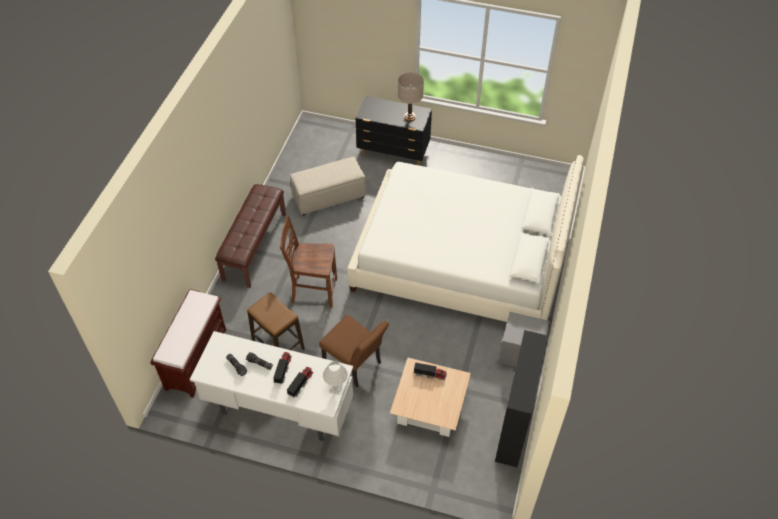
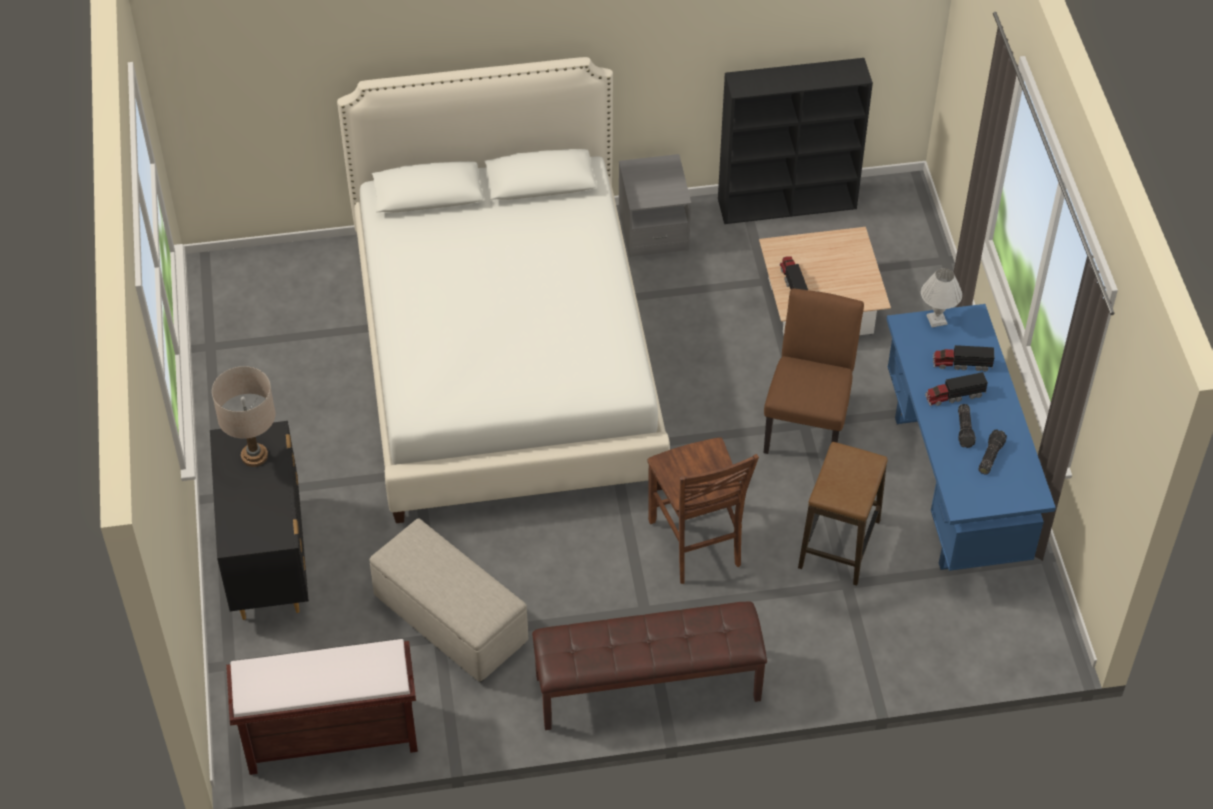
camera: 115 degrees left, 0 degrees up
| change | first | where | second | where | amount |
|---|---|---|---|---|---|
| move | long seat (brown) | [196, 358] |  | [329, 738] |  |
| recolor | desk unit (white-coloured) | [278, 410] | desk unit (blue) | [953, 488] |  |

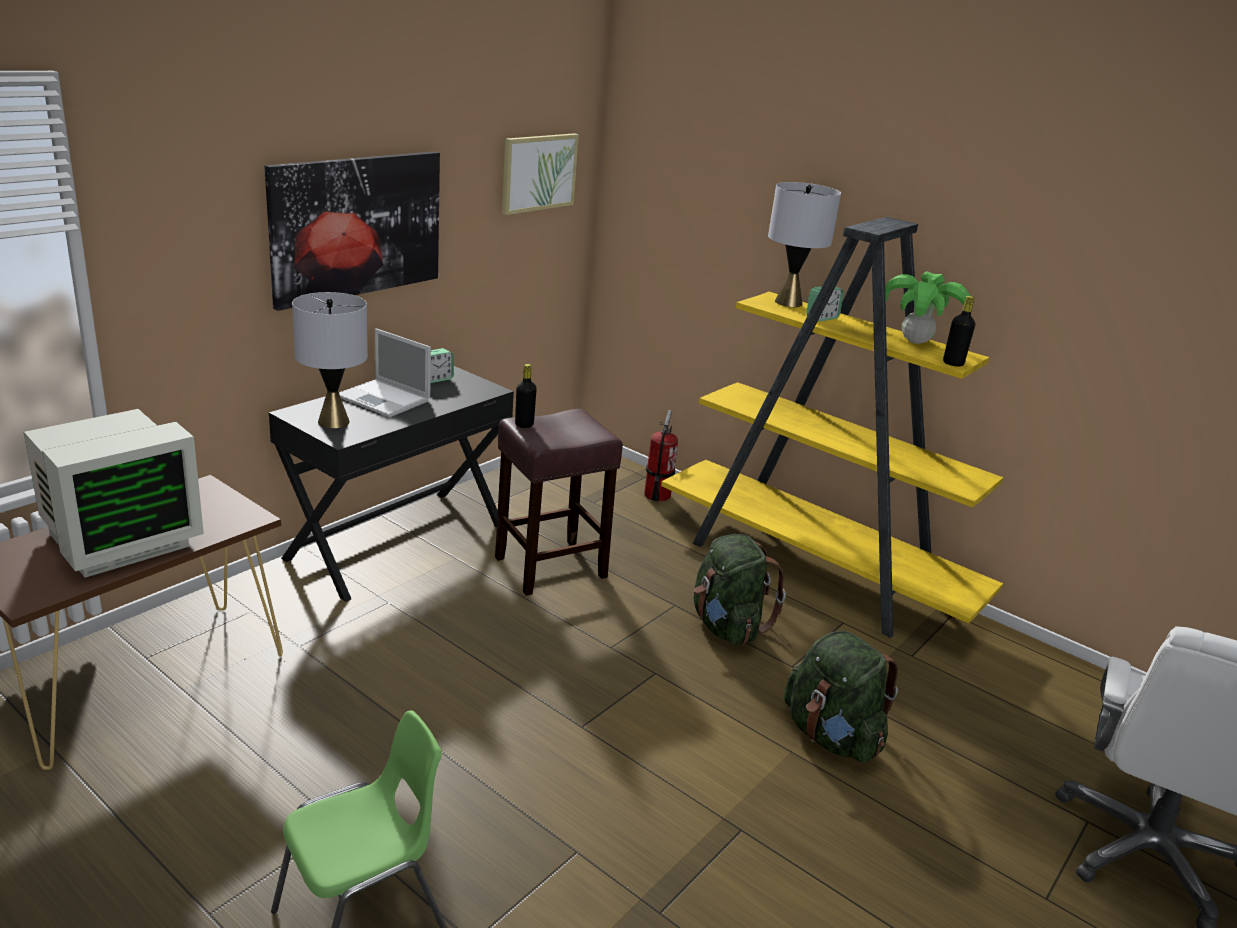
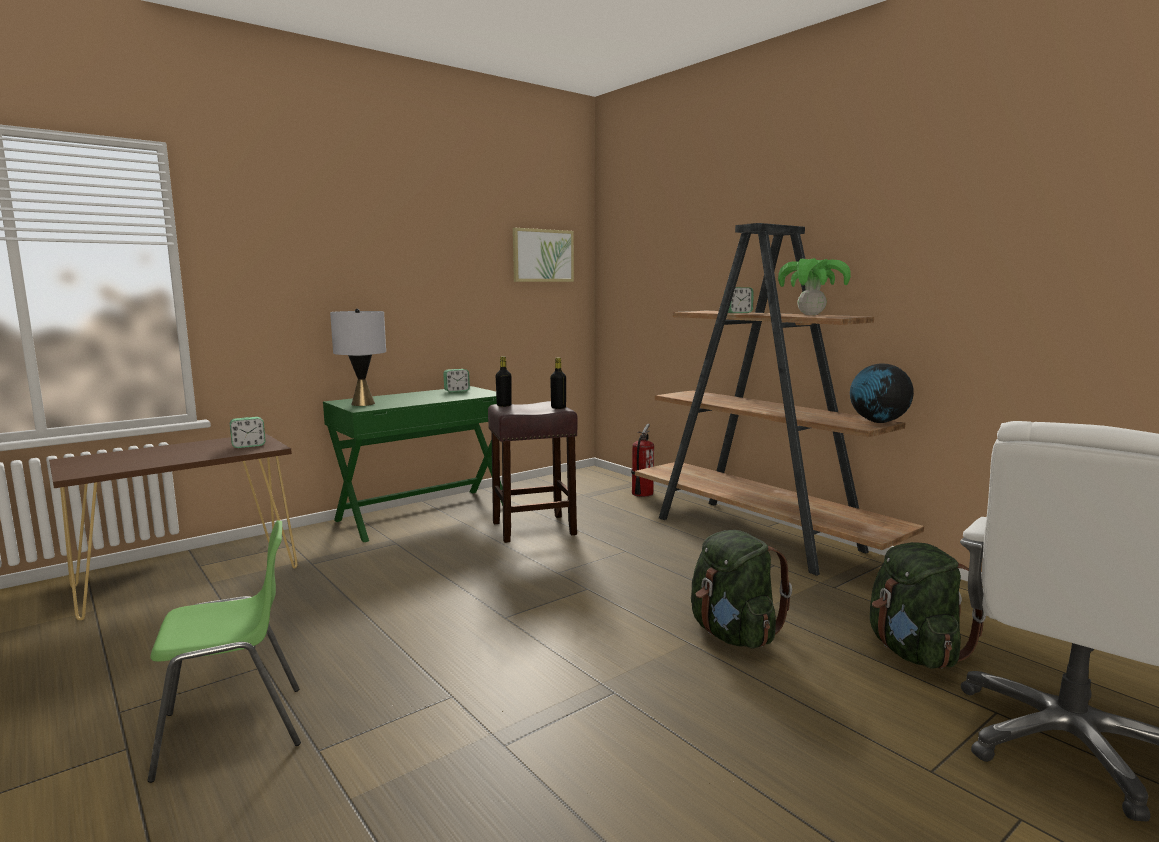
camera: 15 degrees right, 15 degrees down
| change | first | where | second | where | amount |
|---|---|---|---|---|---|
| delete | computer screen | [119, 539] |  |  |  |
| delete | wall art | [357, 226] |  |  |  |
| recolor | desk unit (black) | [397, 541] | desk unit (greenish) | [424, 513] |  |
| delete | laptop | [385, 399] |  |  |  |
| recolor | shelving unit (yellow) | [814, 571] | shelving unit (brown) | [759, 535] |  |
| move | knapsack (greenish) | [726, 626] |  | [914, 652] |  |
| delete | tabletop lamp (greyish) | [789, 302] |  |  |  |
| move | bottle (black) | [953, 363] |  | [558, 408] |  |
| insert |  |  | alarm clock | [248, 445] |  |
| insert |  |  | desk globe | [878, 421] |  |

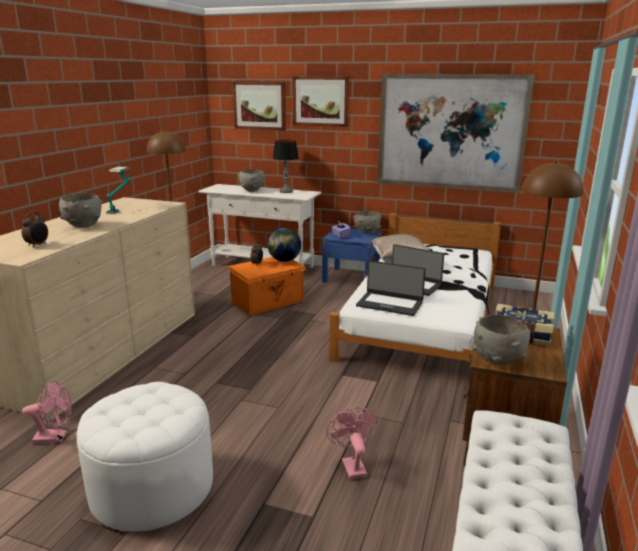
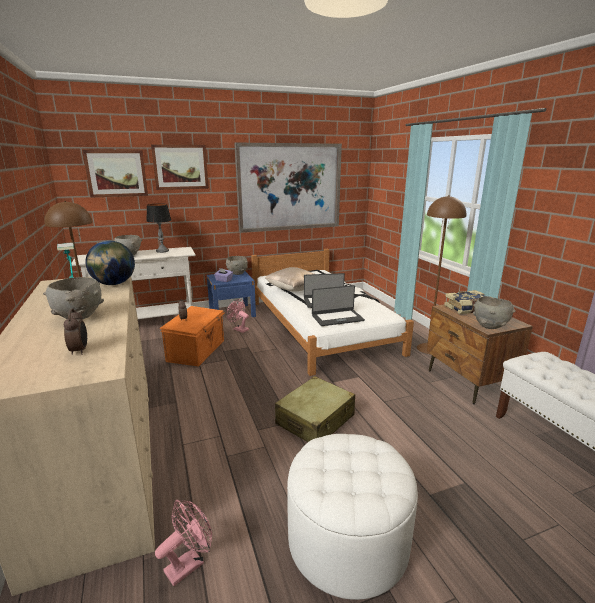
camera: 40 degrees left, 0 degrees up
| change | first | where | second | where | amount |
|---|---|---|---|---|---|
| move | desk globe | [284, 260] |  | [114, 284] |  |
| move | cooling fan (pink-coloured) | [352, 465] |  | [239, 329] |  |
| insert |  |  | travel case (sand-coloured) | [315, 420] |  |

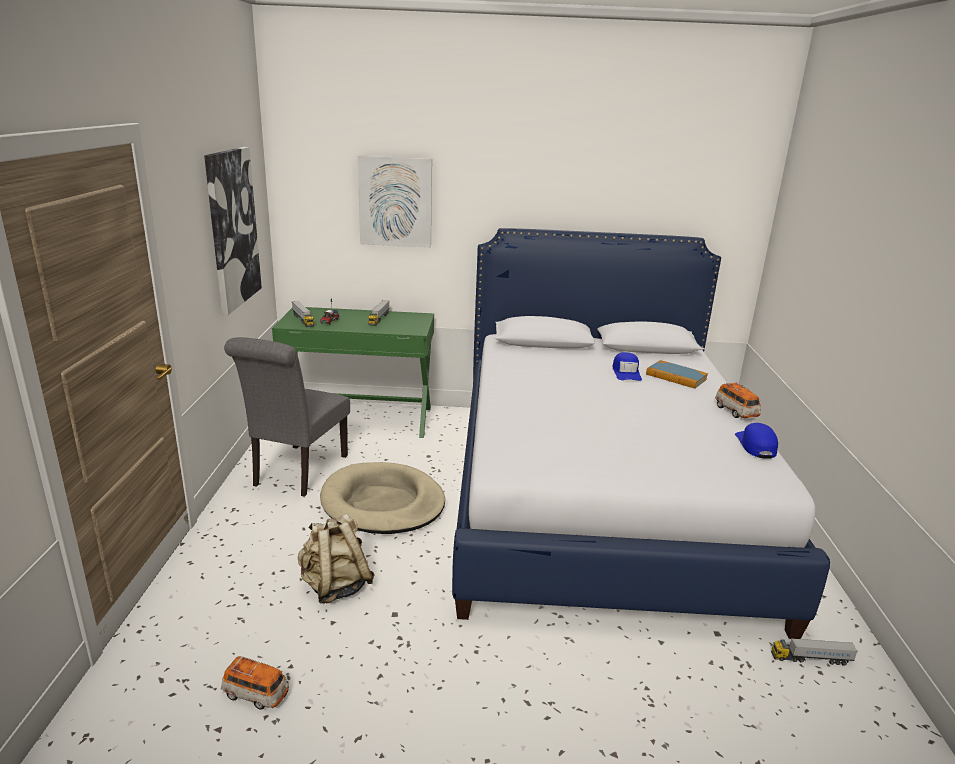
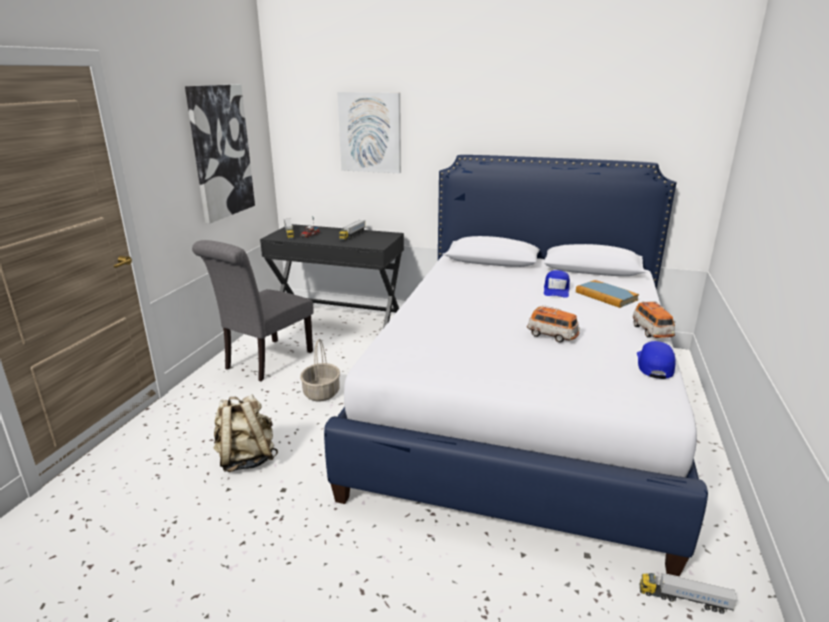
camera: 15 degrees right, 0 degrees up
| change | first | where | second | where | amount |
|---|---|---|---|---|---|
| move | model car | [256, 694] |  | [552, 335] |  |
| recolor | desk unit (greenish) | [360, 418] | desk unit (black) | [338, 322] |  |
| replace | dog cushion (sand-coloured) | [382, 503] | household basket | [322, 393] |  |

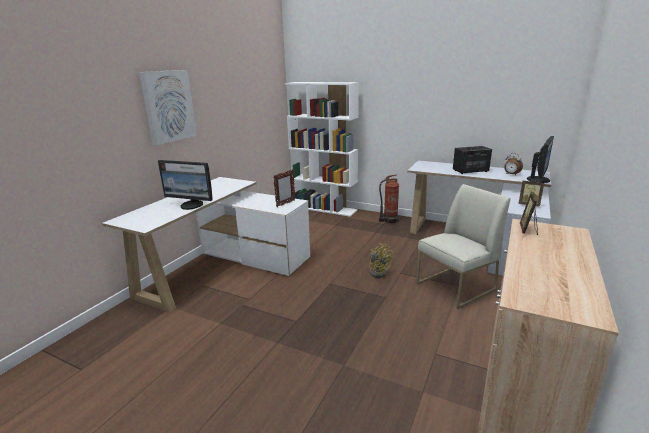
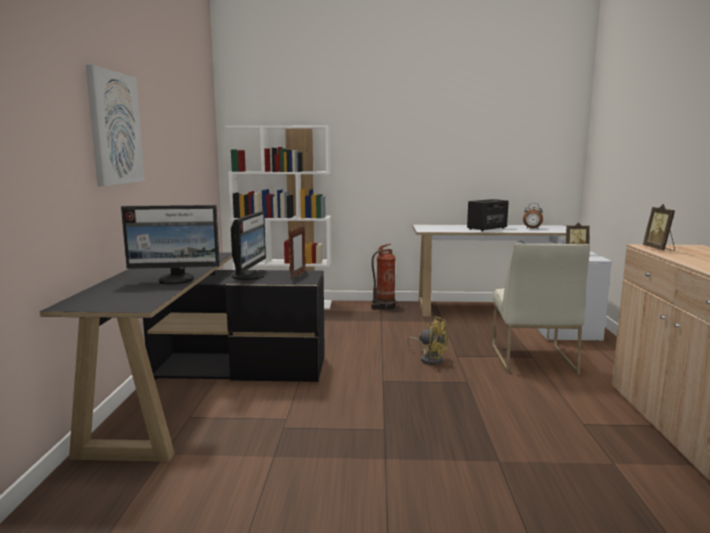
camera: 25 degrees left, 10 degrees down
| change | first | where | second | where | amount |
|---|---|---|---|---|---|
| recolor | desk unit (white-coloured) | [223, 268] | desk unit (black) | [202, 390] |  |
| rotate | plain chair (white-coloured) | [455, 287] |  | [531, 359] | 150 degrees clockwise |
| move | computer screen | [539, 180] |  | [249, 276] |  |

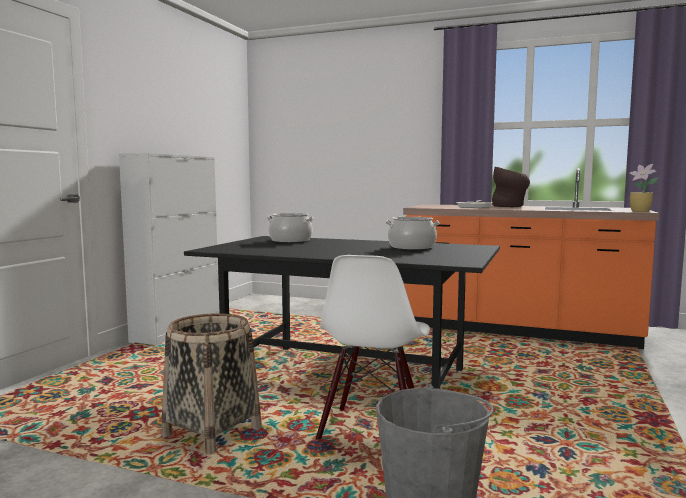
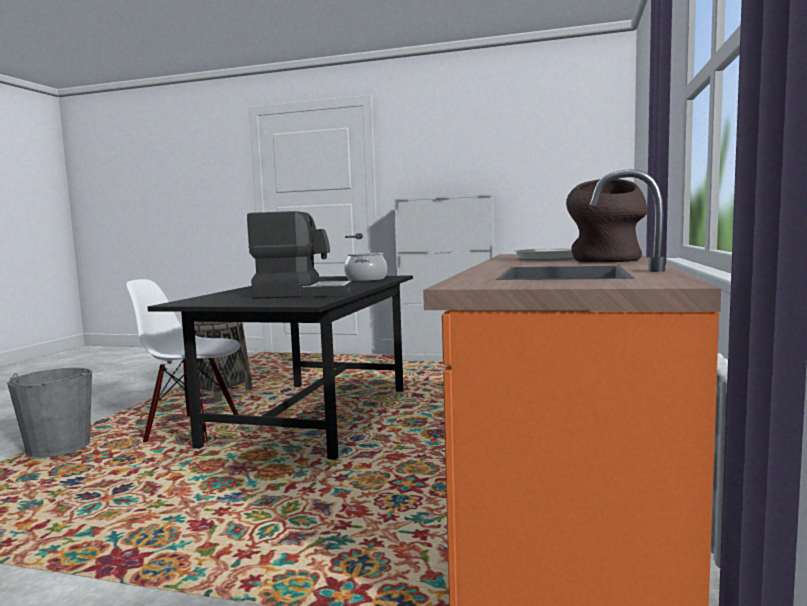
camera: 85 degrees right, 0 degrees up
| change | first | where | second | where | amount |
|---|---|---|---|---|---|
| replace | stockpot | [411, 247] | coffee maker | [303, 294] |  |
| delete | plant in a pot | [641, 211] |  |  |  |

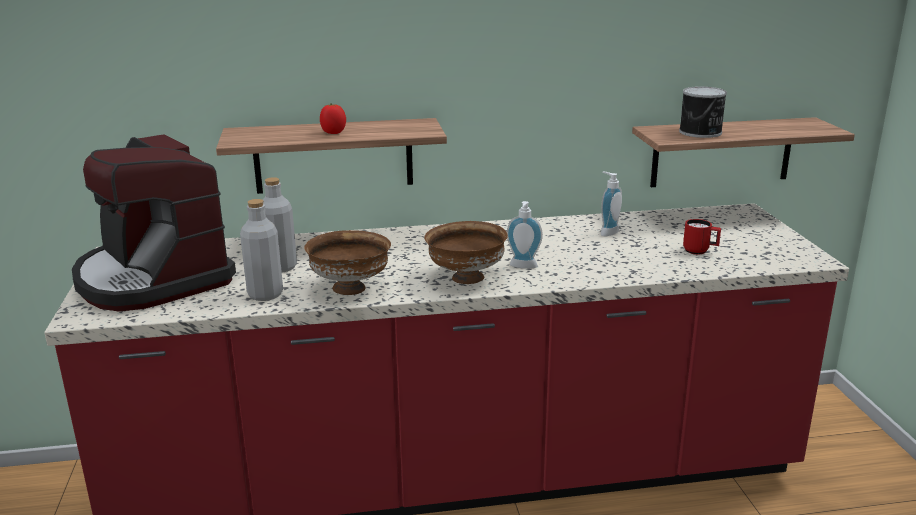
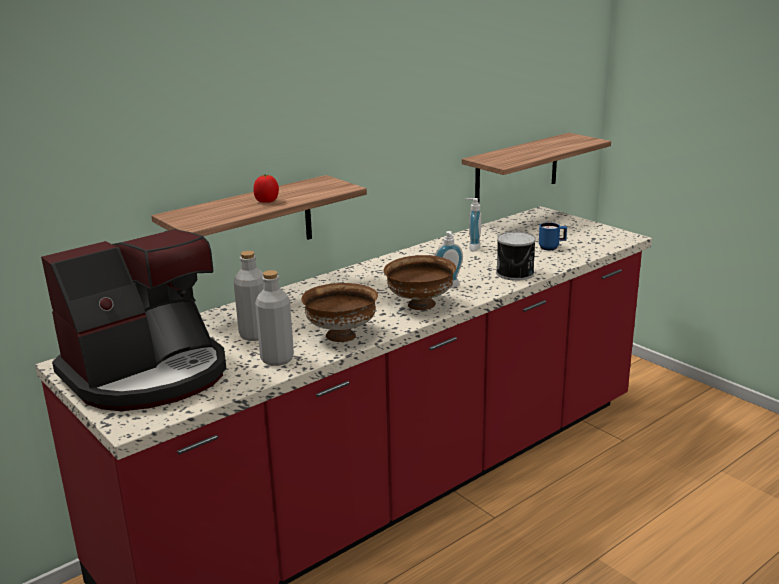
camera: 30 degrees left, 0 degrees up
| change | first | where | second | where | amount |
|---|---|---|---|---|---|
| rotate | coffee maker | [153, 278] |  | [148, 374] | 60 degrees counterclockwise |
| move | metal can | [701, 132] |  | [516, 273] |  |
| recolor | coffee mug (red-coloured) | [700, 251] | coffee mug (blue) | [552, 247] |  |

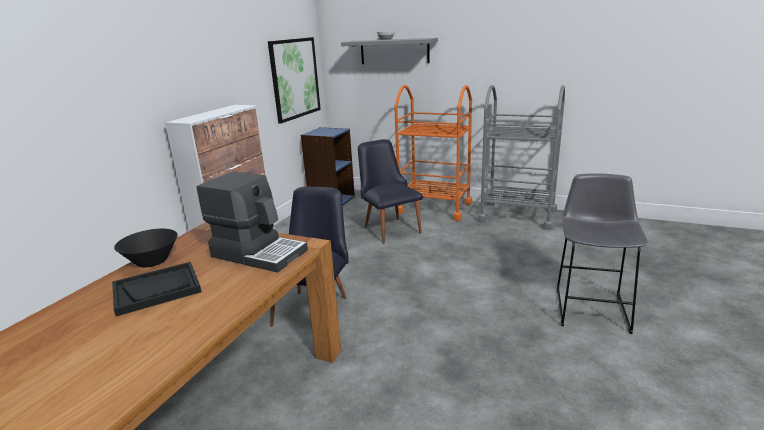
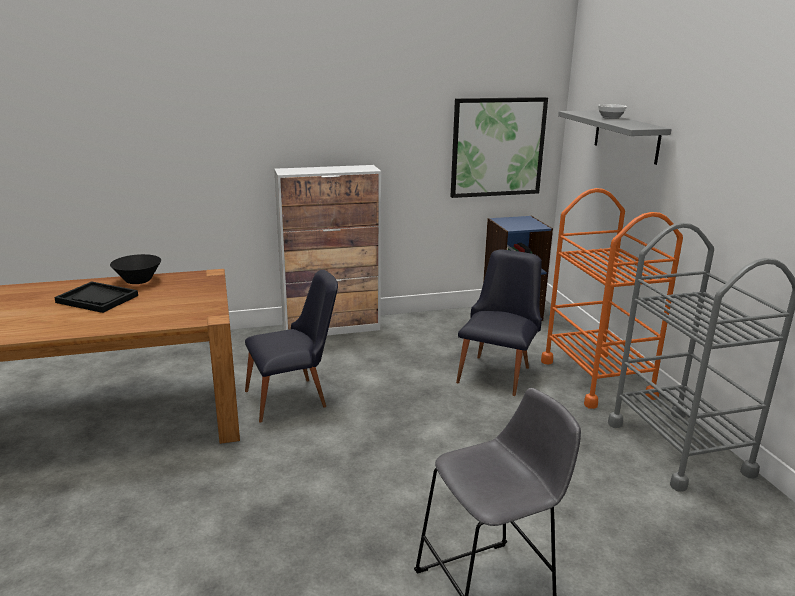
camera: 50 degrees right, 0 degrees up
| change | first | where | second | where | amount |
|---|---|---|---|---|---|
| delete | coffee maker | [259, 253] |  |  |  |

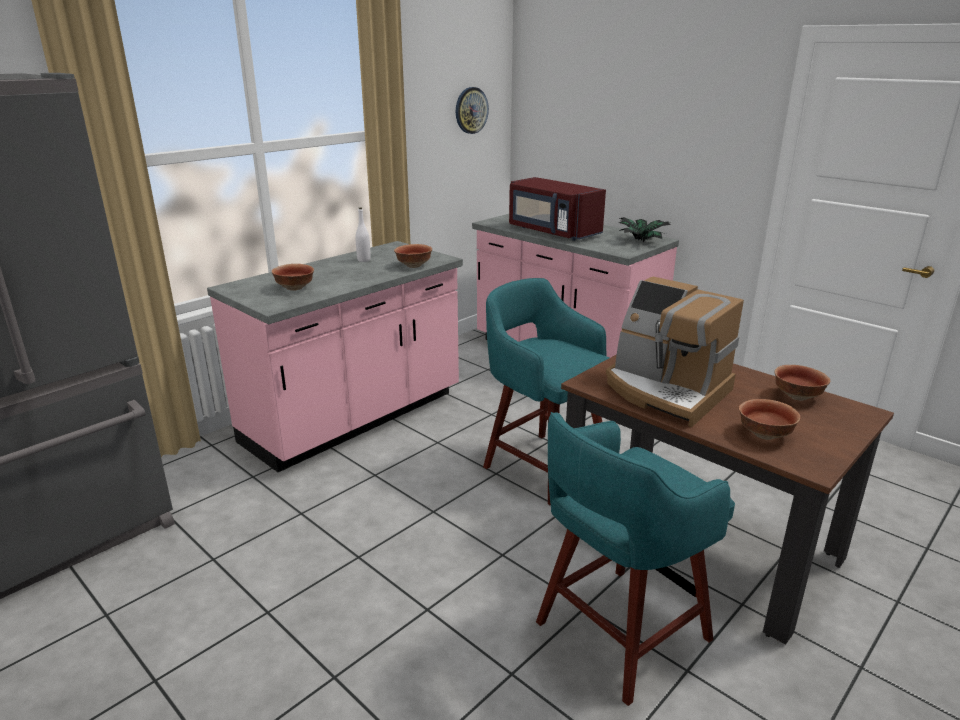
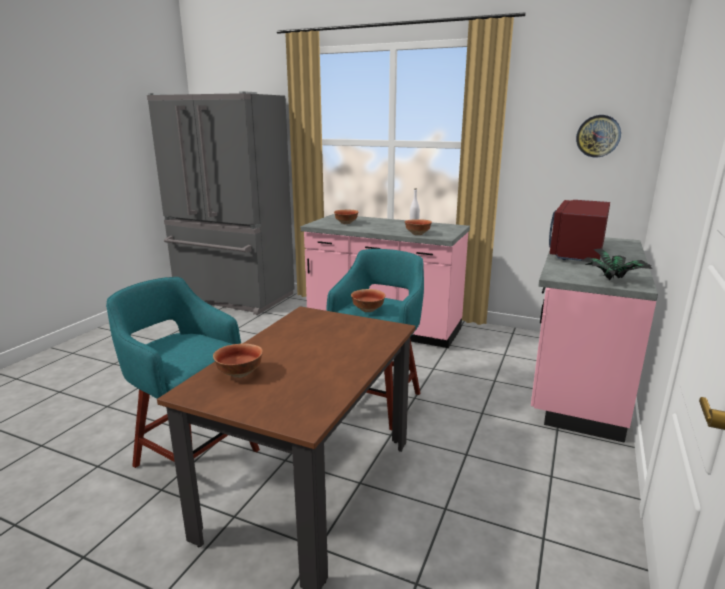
camera: 70 degrees right, 5 degrees down
| change | first | where | second | where | amount |
|---|---|---|---|---|---|
| delete | coffee maker | [666, 391] |  |  |  |
| move | deep dish | [797, 396] |  | [368, 310] |  |

